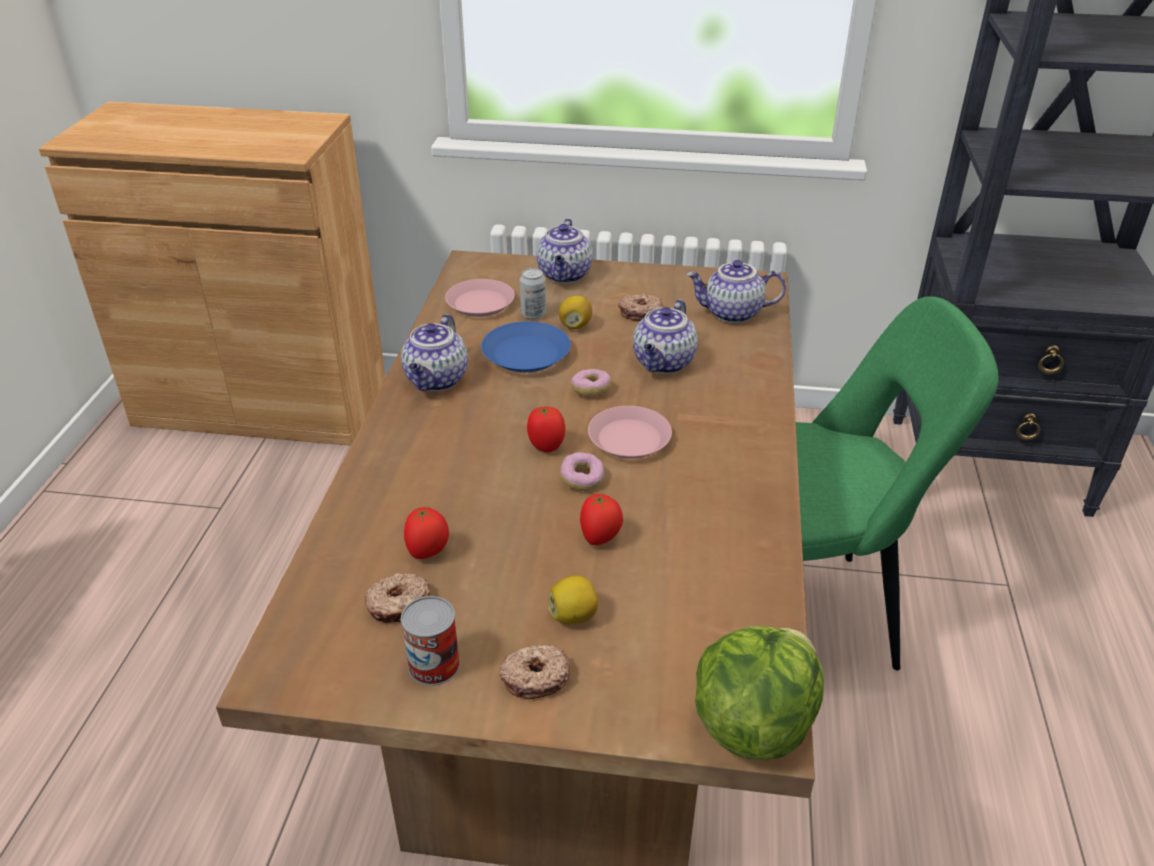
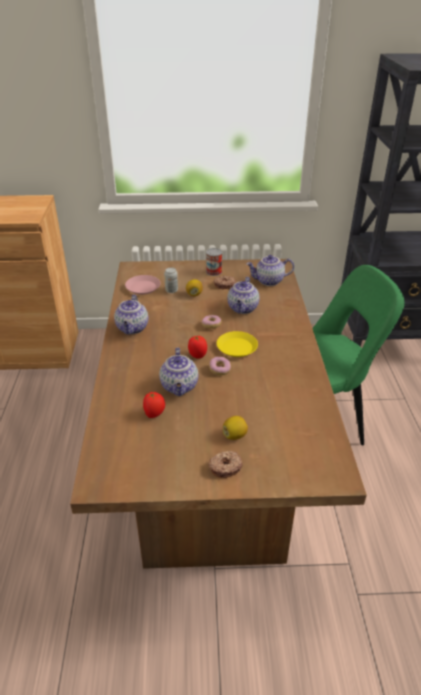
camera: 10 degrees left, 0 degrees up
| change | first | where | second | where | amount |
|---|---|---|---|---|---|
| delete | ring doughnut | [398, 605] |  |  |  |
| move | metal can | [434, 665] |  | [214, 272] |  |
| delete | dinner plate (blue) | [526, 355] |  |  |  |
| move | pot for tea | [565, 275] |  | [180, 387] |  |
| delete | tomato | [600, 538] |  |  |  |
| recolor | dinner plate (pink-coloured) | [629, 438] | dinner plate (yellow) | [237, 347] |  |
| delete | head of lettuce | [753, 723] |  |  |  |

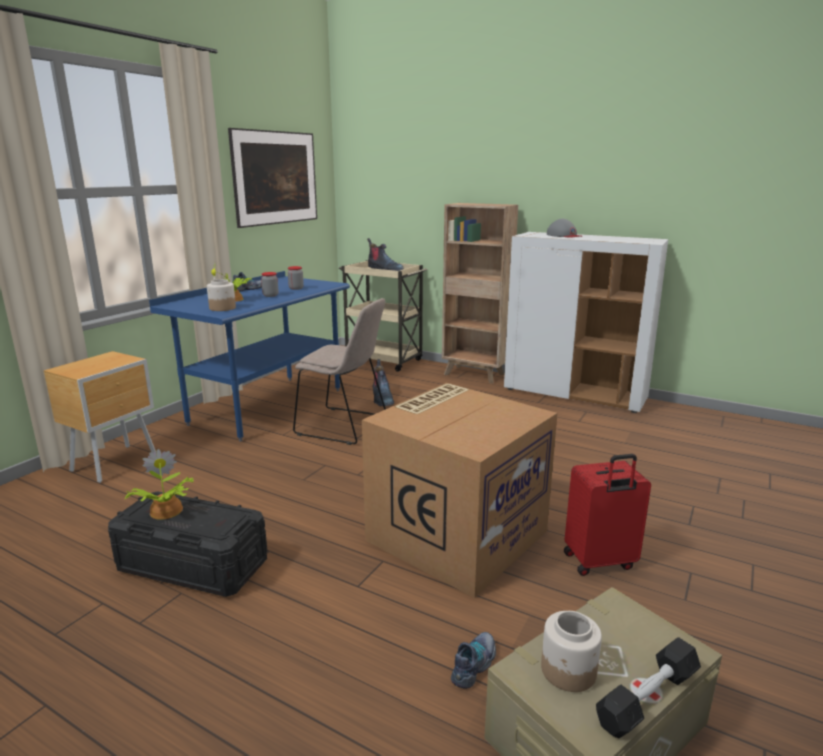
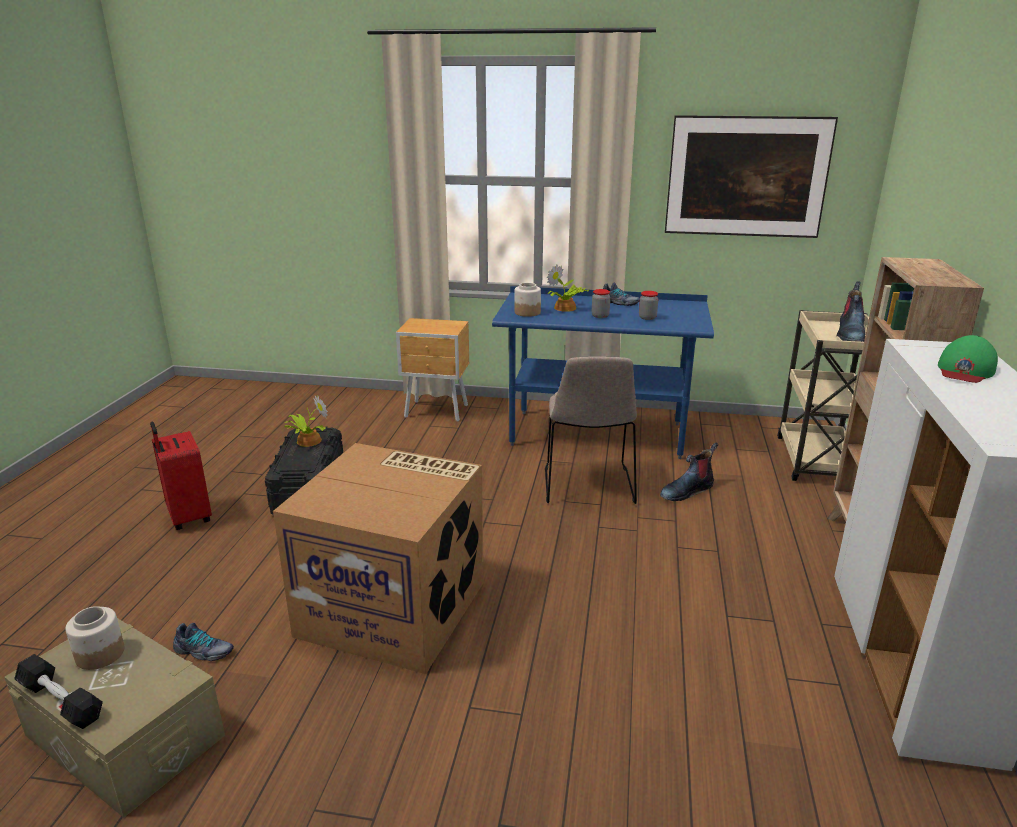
camera: 70 degrees right, 5 degrees up
| change | first | where | second | where | amount |
|---|---|---|---|---|---|
| recolor | baseball cap (greyish) | [564, 235] | baseball cap (greenish) | [965, 370] |  |
| move | travel case (red-coloured) | [599, 562] |  | [188, 517] |  |

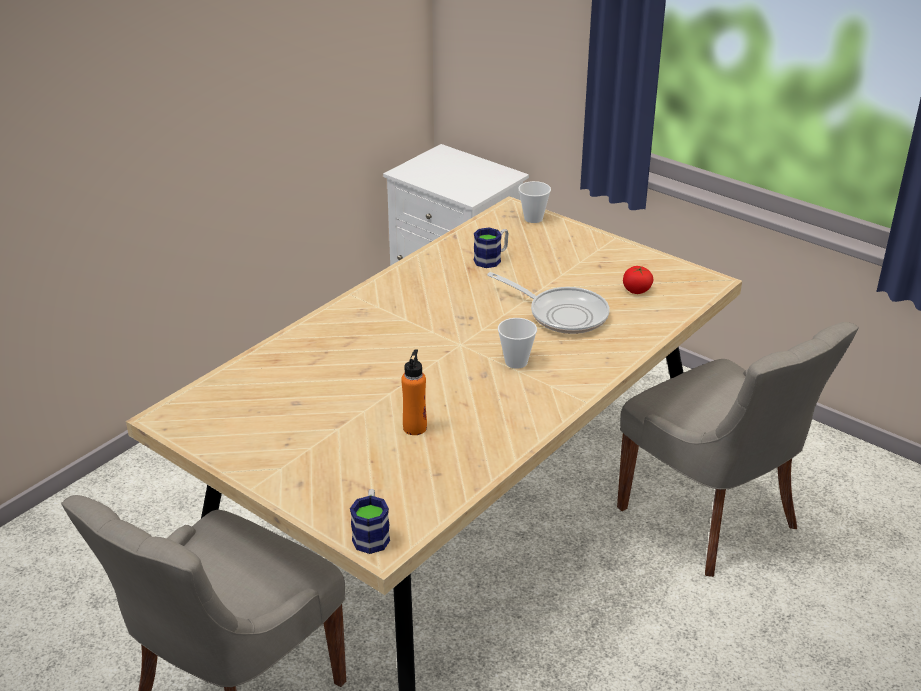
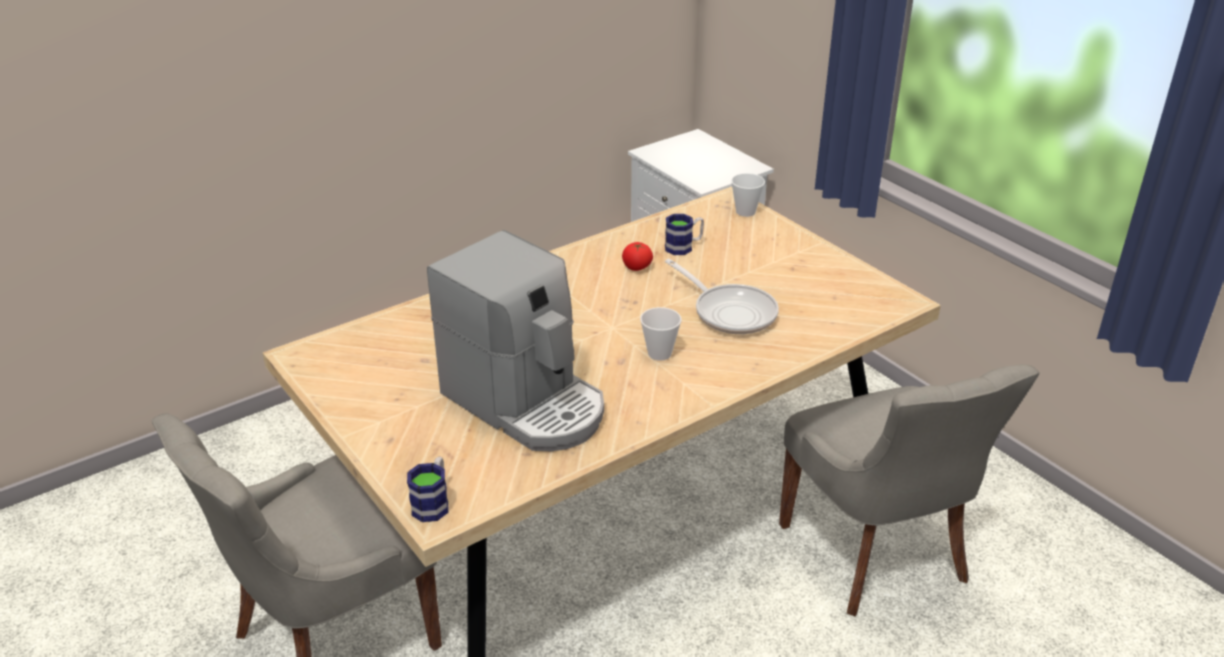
camera: 15 degrees right, 0 degrees up
| change | first | where | second | where | amount |
|---|---|---|---|---|---|
| replace | bottle (orange-coloured) | [415, 428] | coffee maker | [527, 403] |  |
| move | tomato | [636, 290] |  | [637, 267] |  |

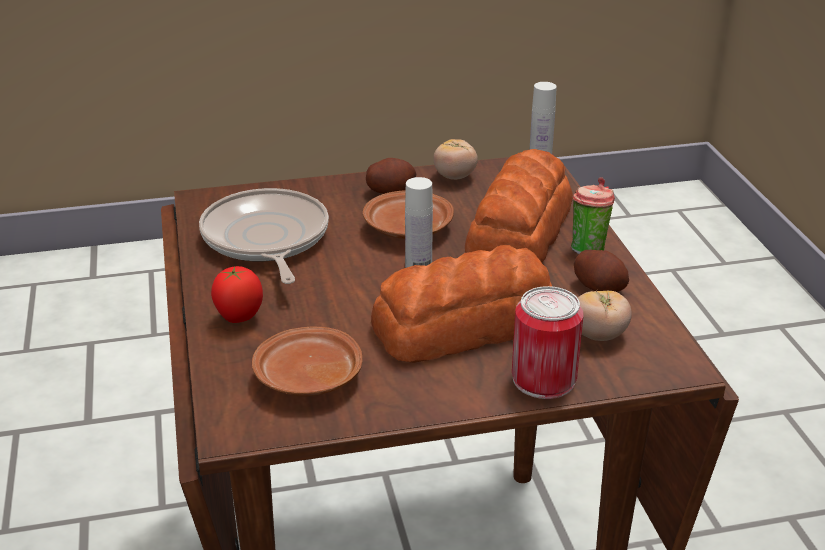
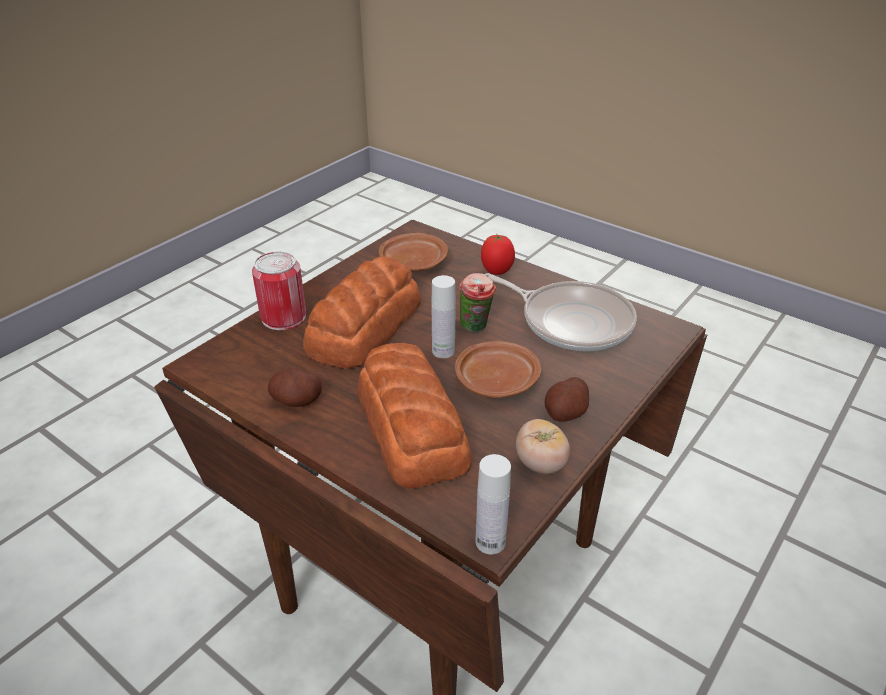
camera: 140 degrees right, 5 degrees up
| change | first | where | second | where | amount |
|---|---|---|---|---|---|
| move | cup | [588, 249] |  | [476, 328] |  |
| delete | tomato | [599, 335] |  |  |  |

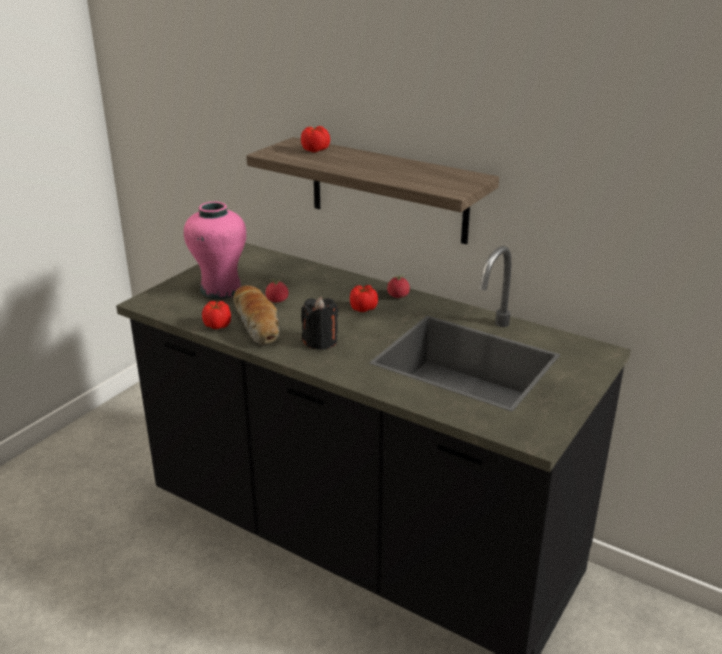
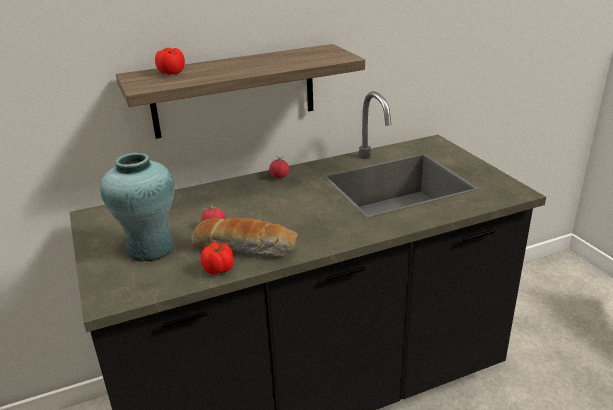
camera: 55 degrees left, 0 degrees up
| change | first | where | second | where | amount |
|---|---|---|---|---|---|
| recolor | decorative vase (pink-coloured) | [221, 290] | decorative vase (blue-green) | [150, 248] |  |
| delete | candle (black) | [320, 341] |  |  |  |
| delete | tomato | [363, 308] |  |  |  |

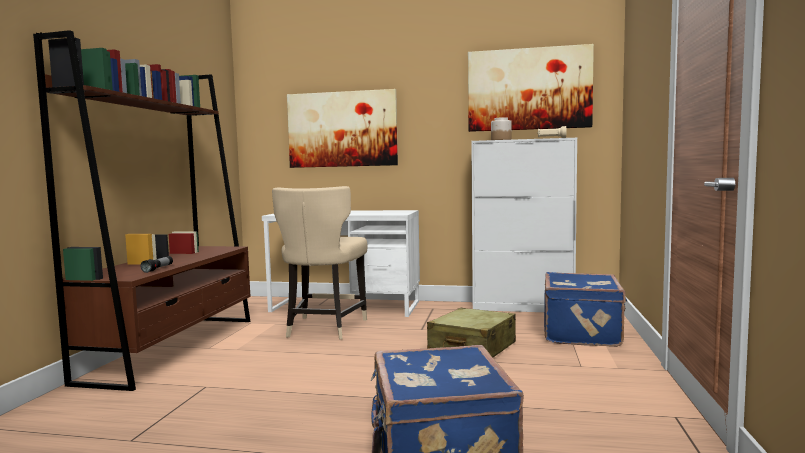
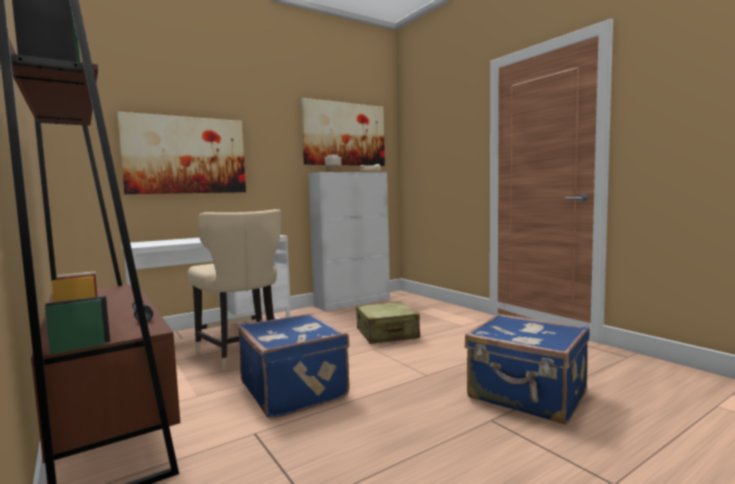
camera: 45 degrees left, 0 degrees up
| change | first | where | second | where | amount |
|---|---|---|---|---|---|
| move | travel case (blue) | [583, 333] |  | [295, 390] |  |

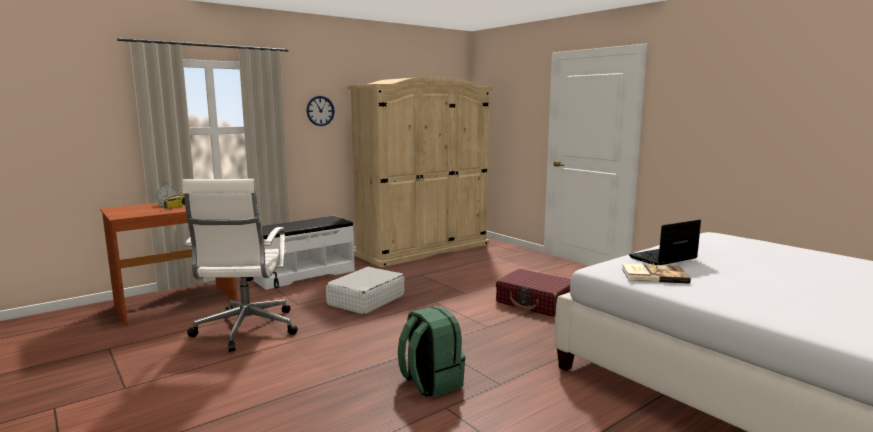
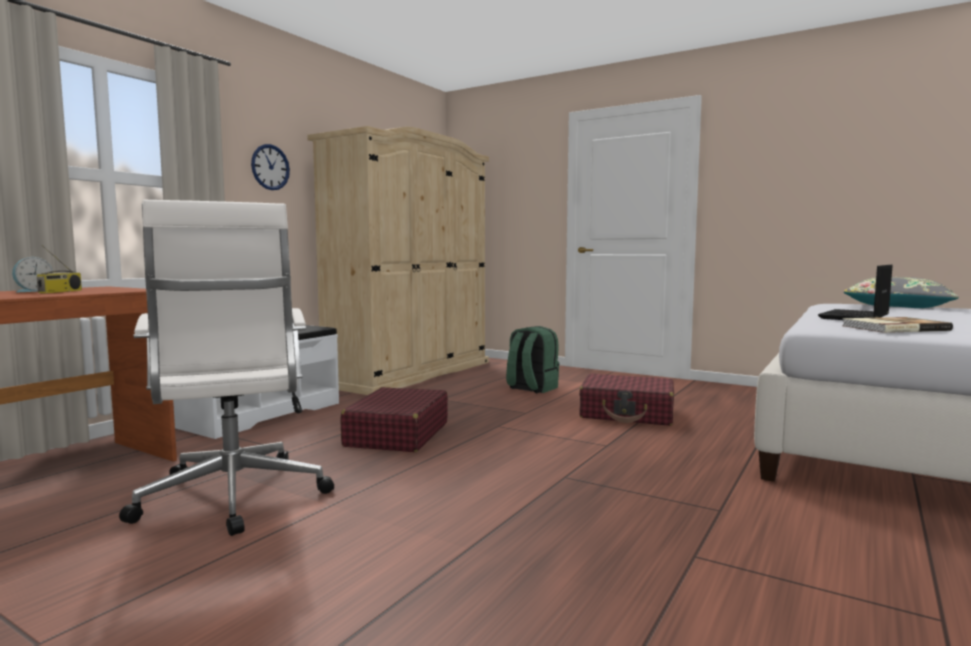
camera: 20 degrees left, 5 degrees down
| change | first | where | second | where | amount |
|---|---|---|---|---|---|
| recolor | travel case (white-coloured) | [366, 300] | travel case (red-coloured) | [397, 435] |  |
| move | knapsack (greenish) | [430, 383] |  | [531, 388] |  |
| insert |  |  | throw pillow (greyish) | [898, 306] |  |

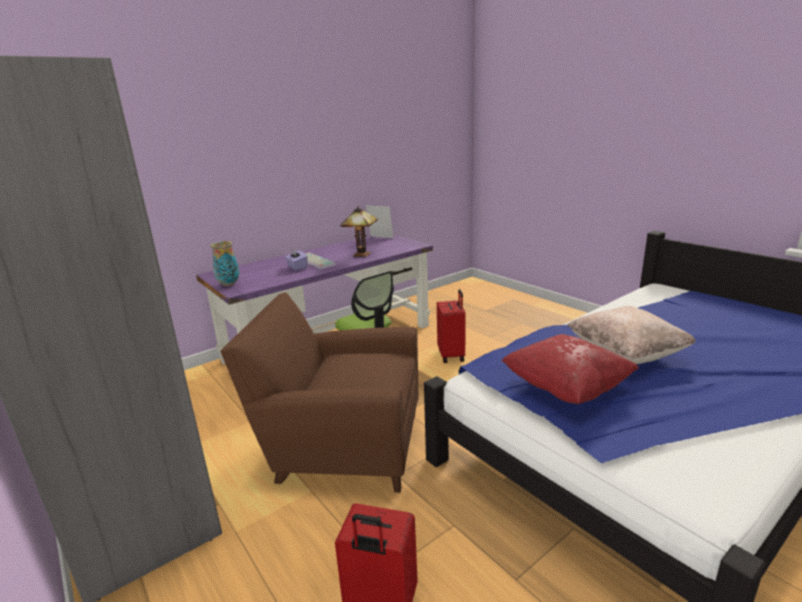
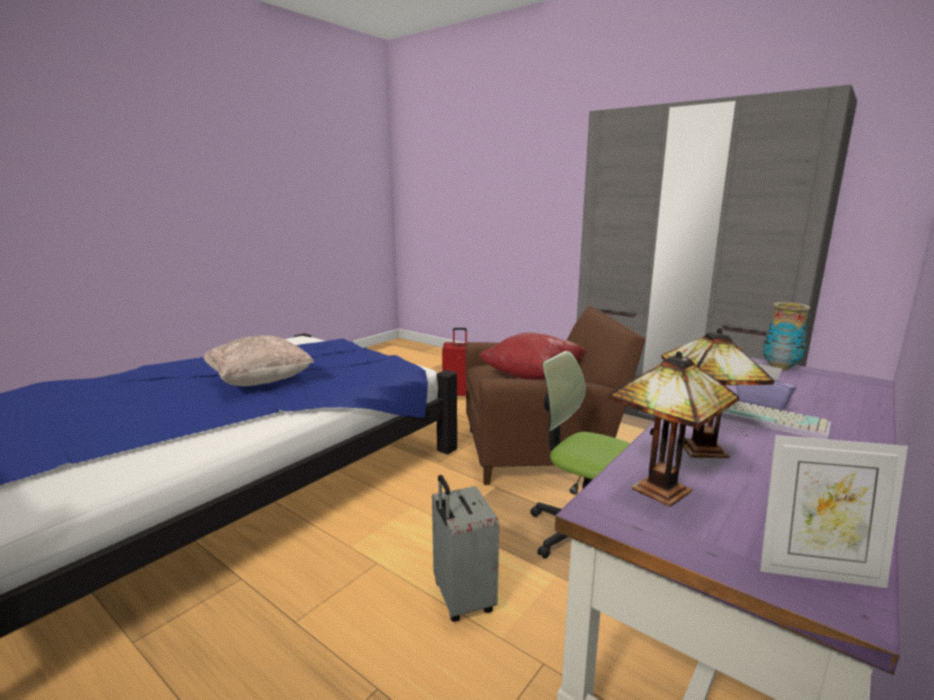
camera: 165 degrees right, 5 degrees down
| change | first | where | second | where | amount |
|---|---|---|---|---|---|
| recolor | travel case (red-coloured) | [452, 355] | travel case (greyish) | [461, 599] |  |
| move | throw pillow (red-coloured) | [565, 388] |  | [532, 375] |  |
| insert |  |  | tabletop lamp | [661, 487] |  |

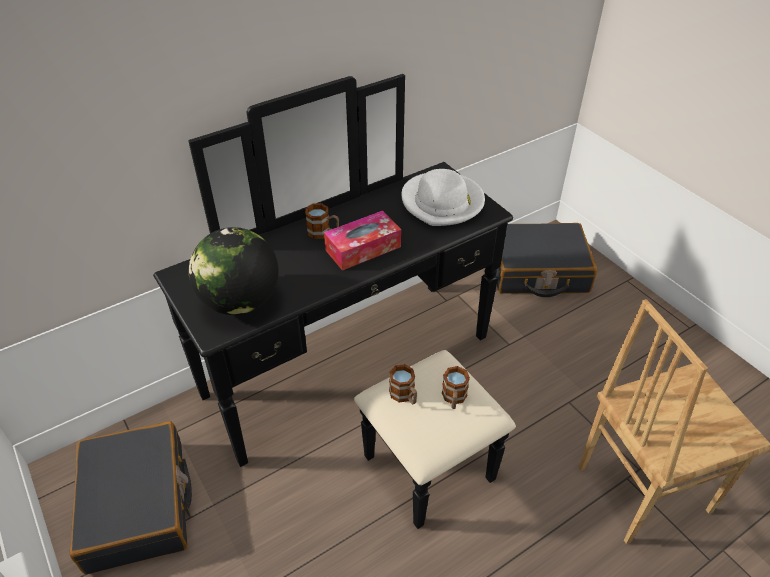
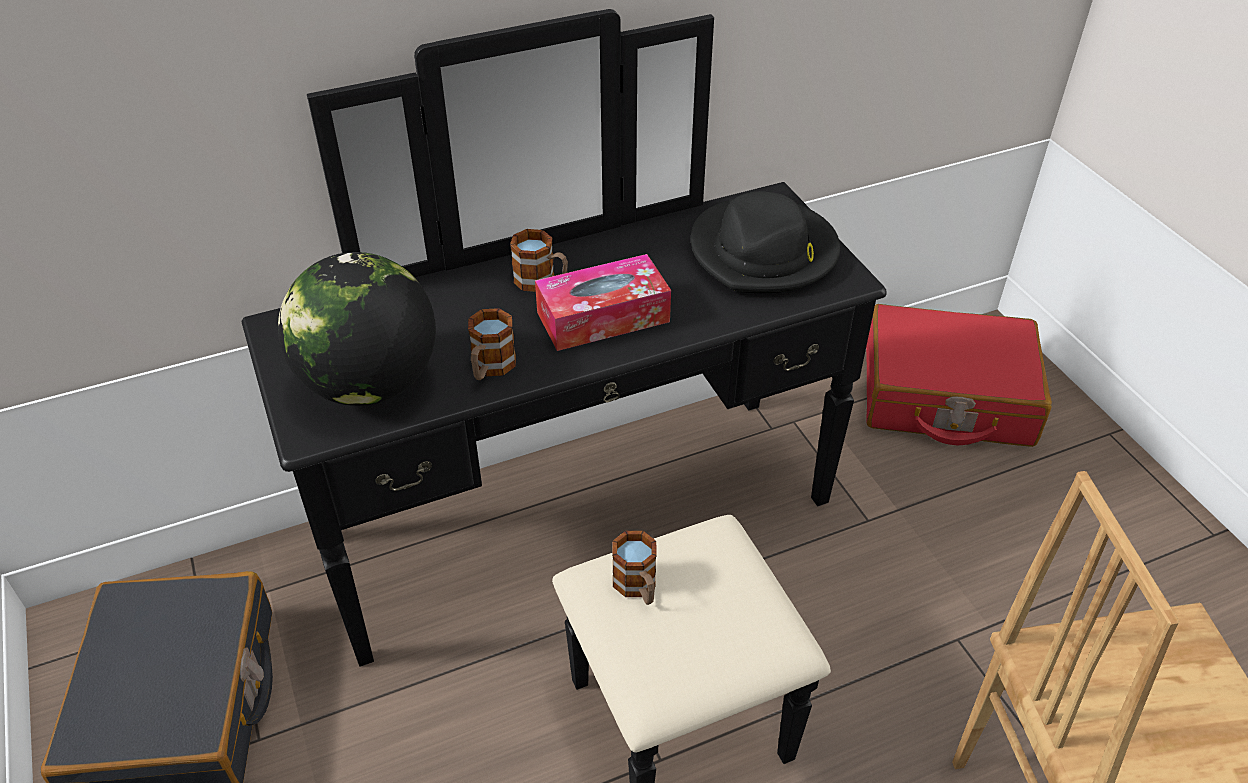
camera: 10 degrees right, 0 degrees up
| change | first | where | second | where | amount |
|---|---|---|---|---|---|
| recolor | wearable hat (white-coloured) | [443, 202] | wearable hat (black) | [764, 252] |  |
| move | coffee mug | [454, 398] |  | [490, 368] |  |
| recolor | travel case (black) | [537, 270] | travel case (red-coloured) | [946, 396] |  |

